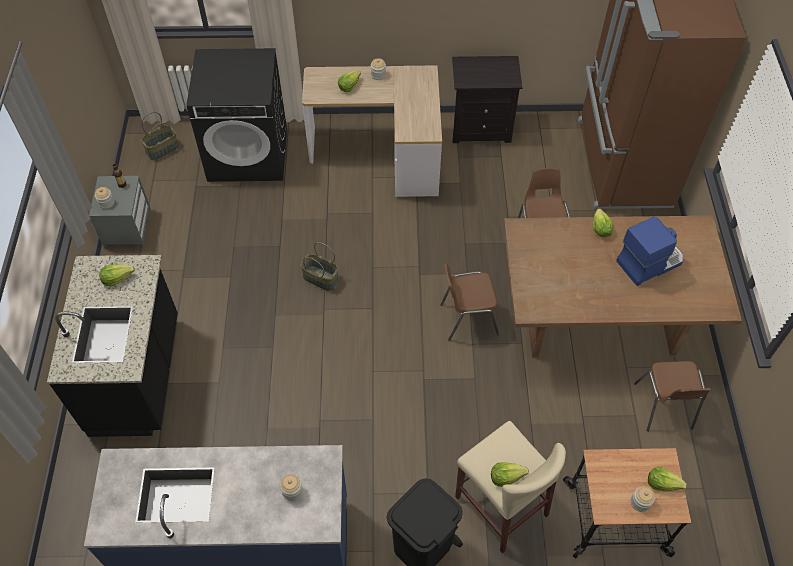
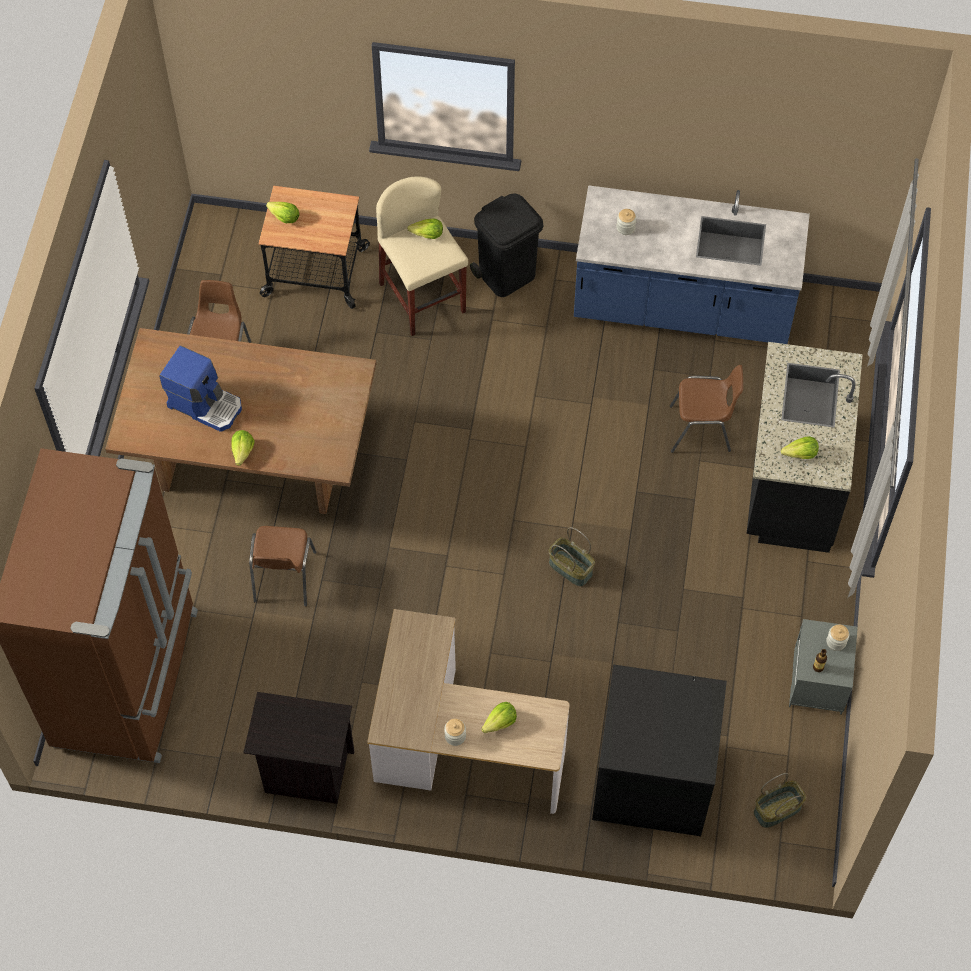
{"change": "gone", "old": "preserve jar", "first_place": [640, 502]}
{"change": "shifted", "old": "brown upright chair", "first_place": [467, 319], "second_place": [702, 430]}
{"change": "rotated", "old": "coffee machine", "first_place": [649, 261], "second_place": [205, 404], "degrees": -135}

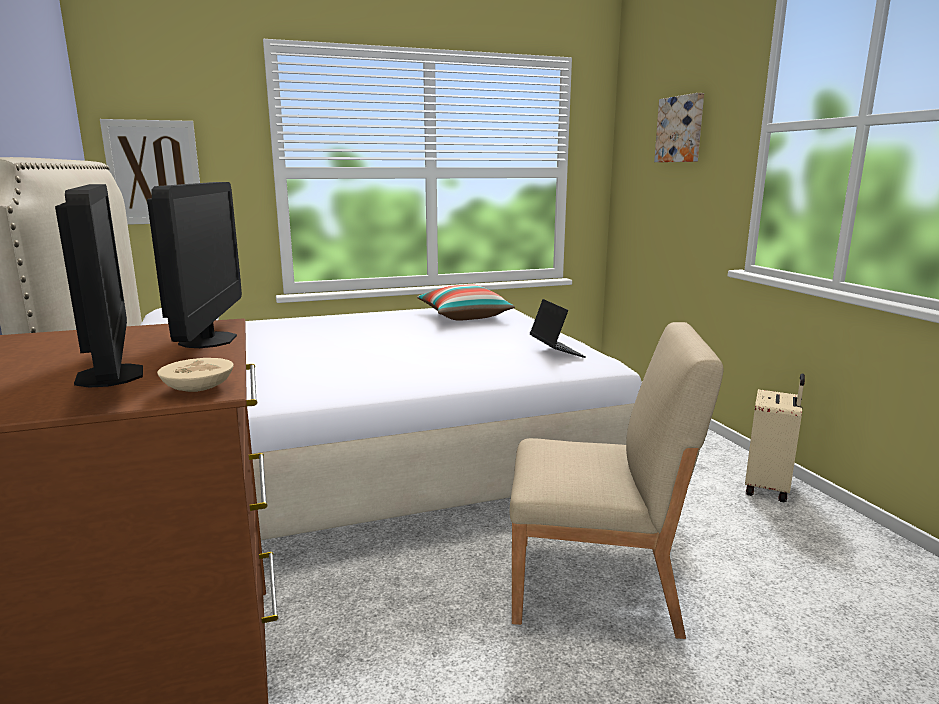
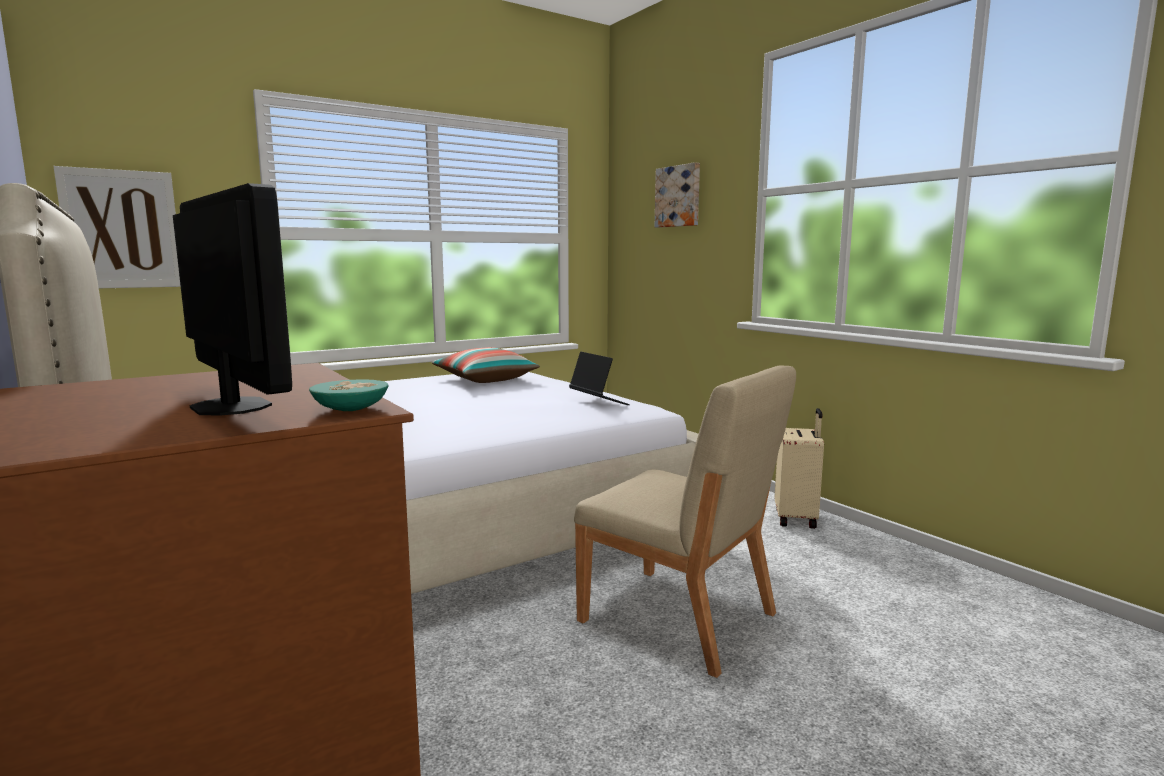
{"change": "gone", "old": "computer display", "first_place": [208, 340]}
{"change": "repainted", "old": "beige deep dish", "new": "blue-green deep dish", "first_place": [201, 388], "second_place": [353, 409]}
{"change": "rotated", "old": "beige upright chair", "first_place": [596, 586], "second_place": [679, 618], "degrees": 45}

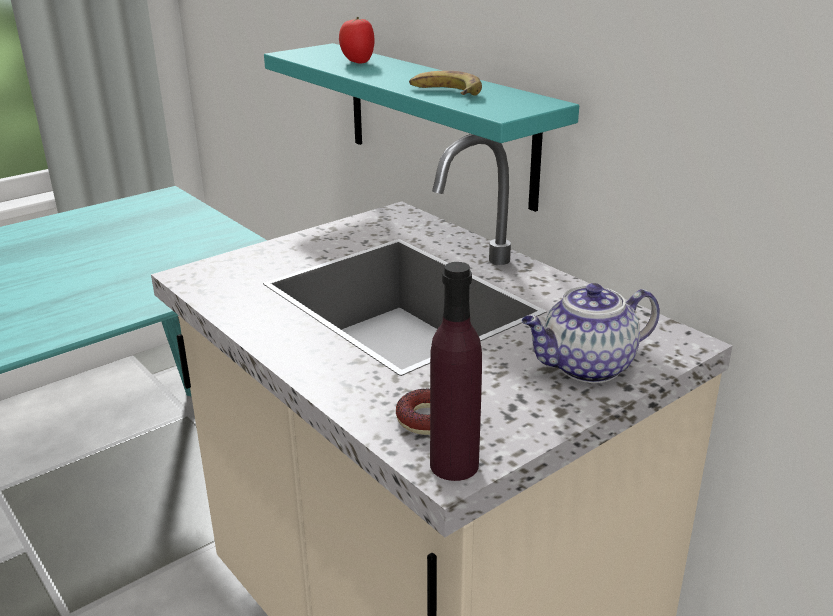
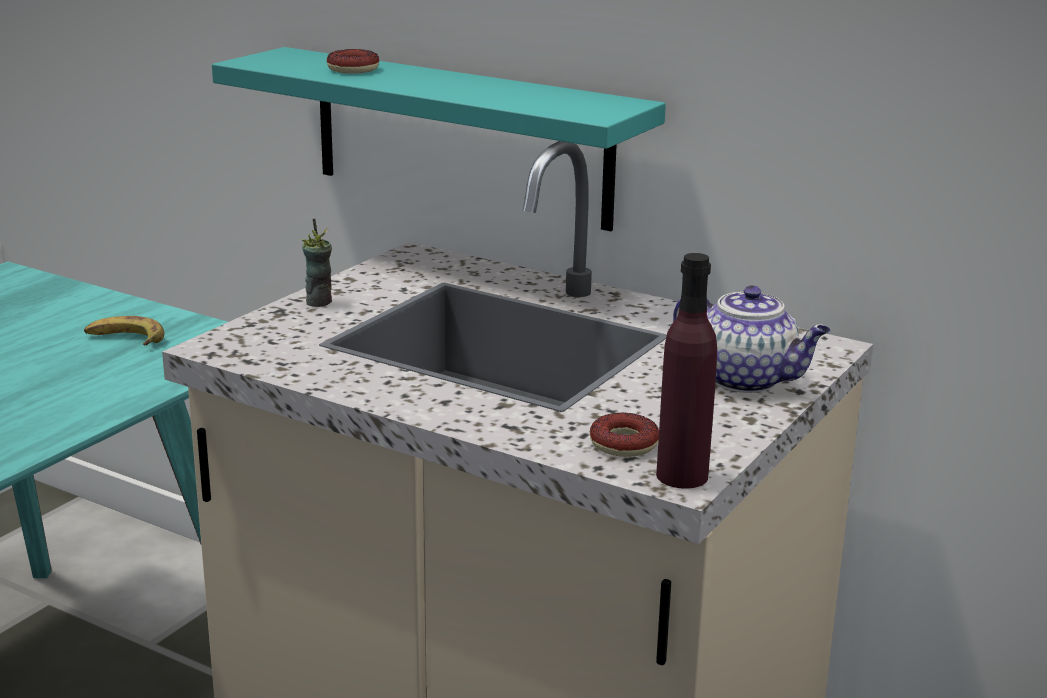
{"change": "new", "new": "cup", "second_place": [319, 302]}
{"change": "shifted", "old": "banana", "first_place": [445, 92], "second_place": [125, 339]}
{"change": "swapped", "old": "whole tomato", "new": "donut", "first_place": [357, 62], "second_place": [353, 69]}
{"change": "rotated", "old": "tea pot", "first_place": [586, 367], "second_place": [747, 380], "degrees": -105}

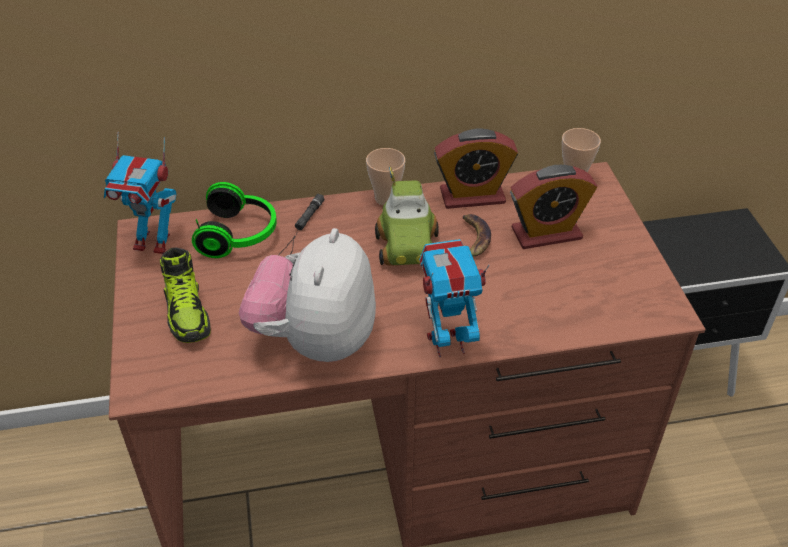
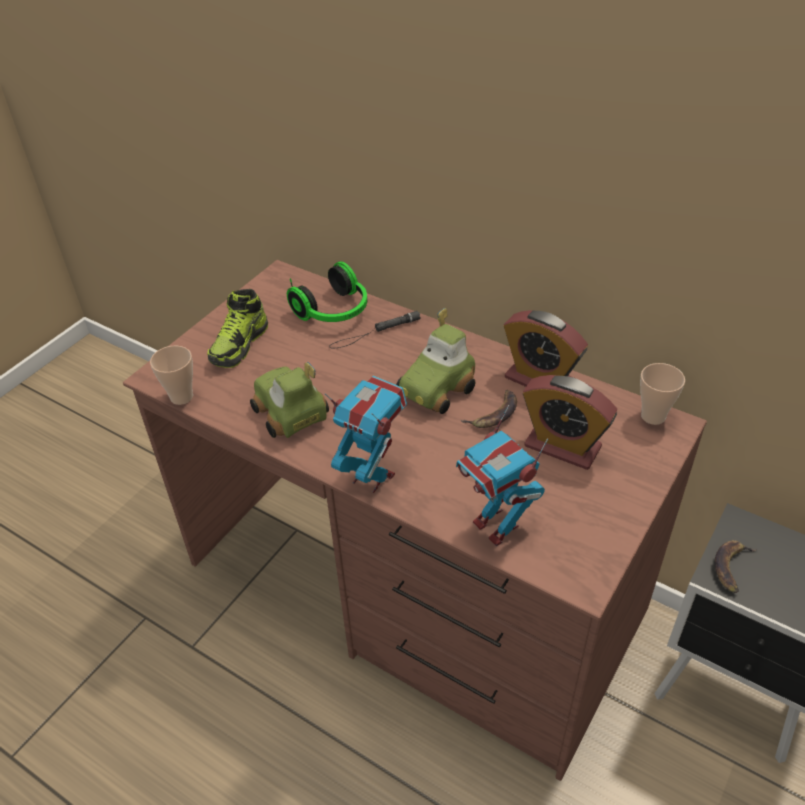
{"change": "new", "new": "banana", "second_place": [732, 568]}
{"change": "shifted", "old": "toy robot", "first_place": [153, 242], "second_place": [496, 526]}
{"change": "shifted", "old": "cup", "first_place": [386, 198], "second_place": [181, 397]}
{"change": "swapped", "old": "plush toy", "new": "toy car", "first_place": [315, 340], "second_place": [289, 414]}

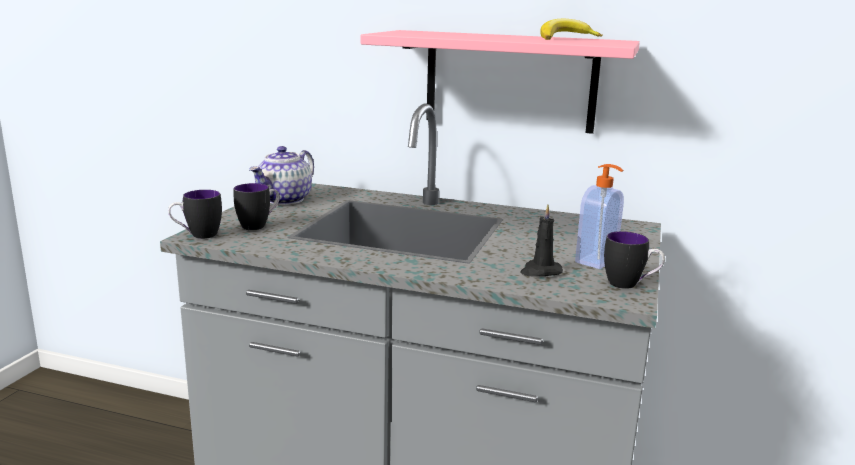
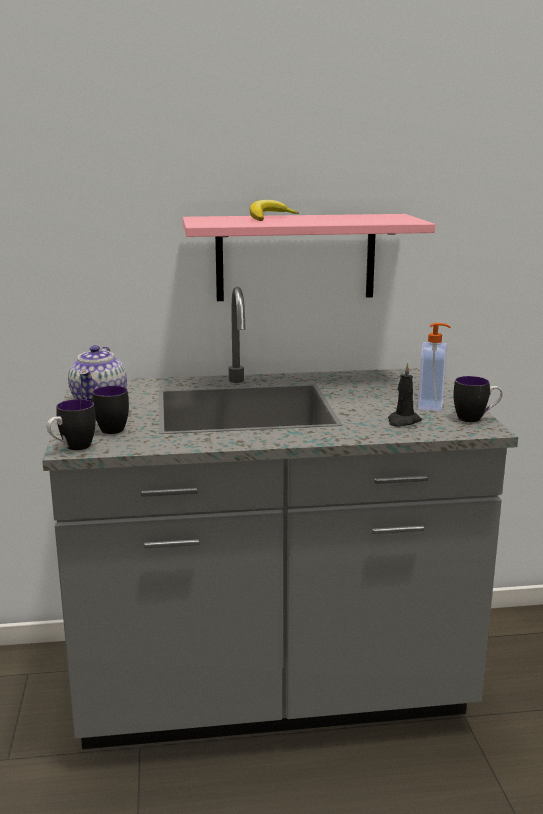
{"change": "shifted", "old": "banana", "first_place": [565, 38], "second_place": [269, 218]}

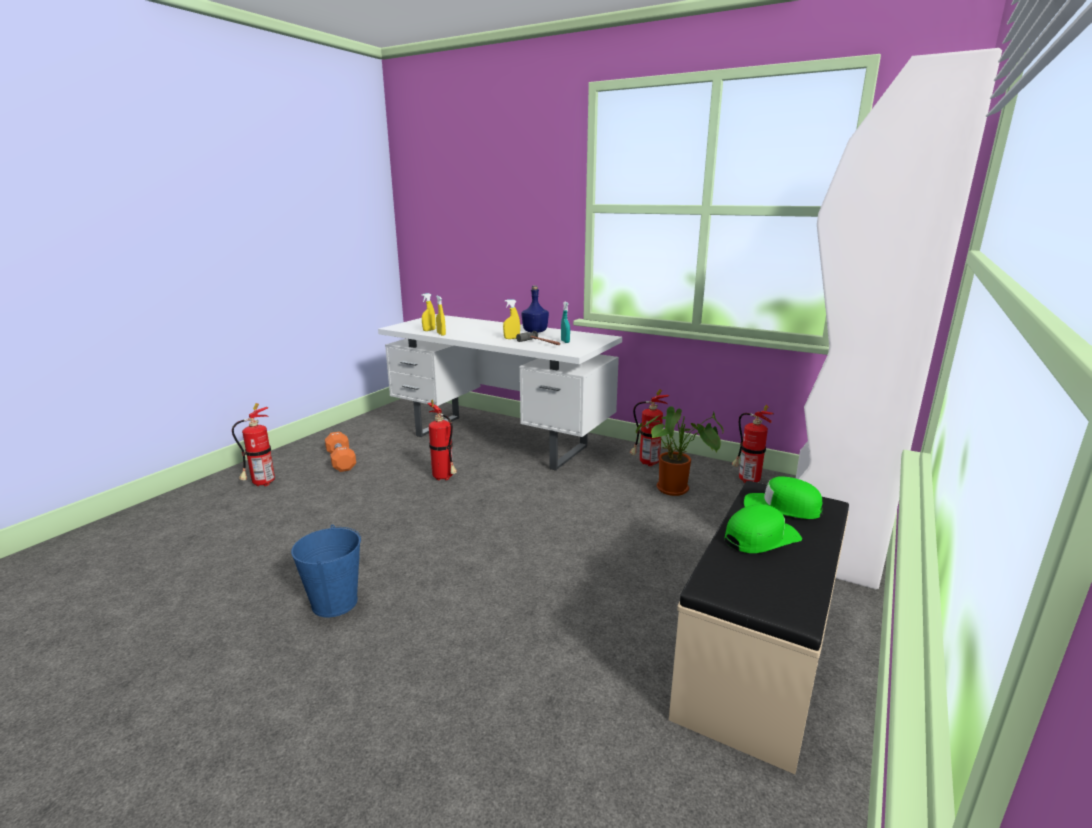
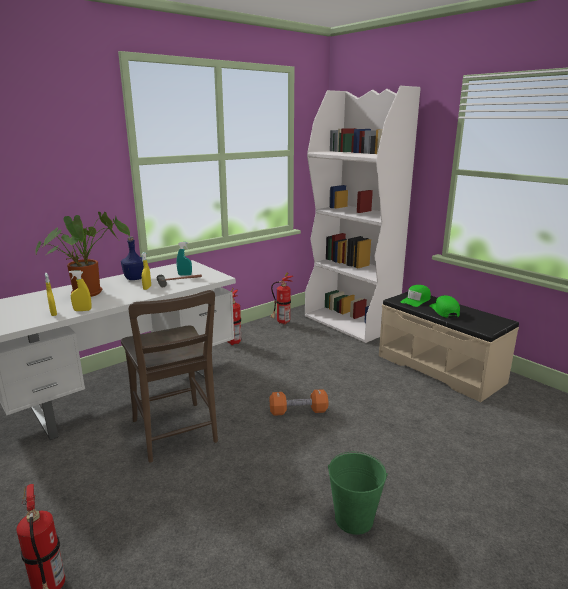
{"change": "shifted", "old": "orange-coloured free weight", "first_place": [341, 461], "second_place": [298, 411]}
{"change": "shifted", "old": "plant in a pot", "first_place": [676, 490], "second_place": [90, 292]}
{"change": "swapped", "old": "fire extinguisher", "new": "brown upright chair", "first_place": [444, 478], "second_place": [175, 434]}
{"change": "repainted", "old": "blue water bucket", "new": "green water bucket", "first_place": [334, 603], "second_place": [354, 519]}

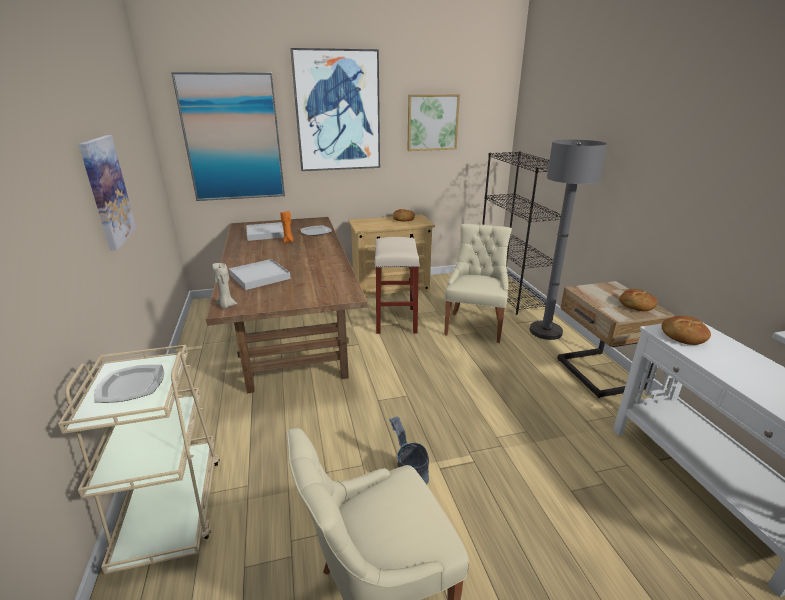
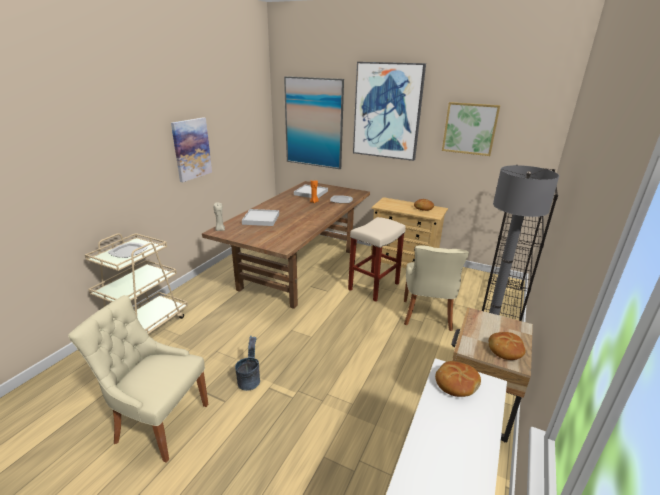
{"change": "rotated", "old": "beige upright chair", "first_place": [474, 326], "second_place": [427, 316], "degrees": 135}

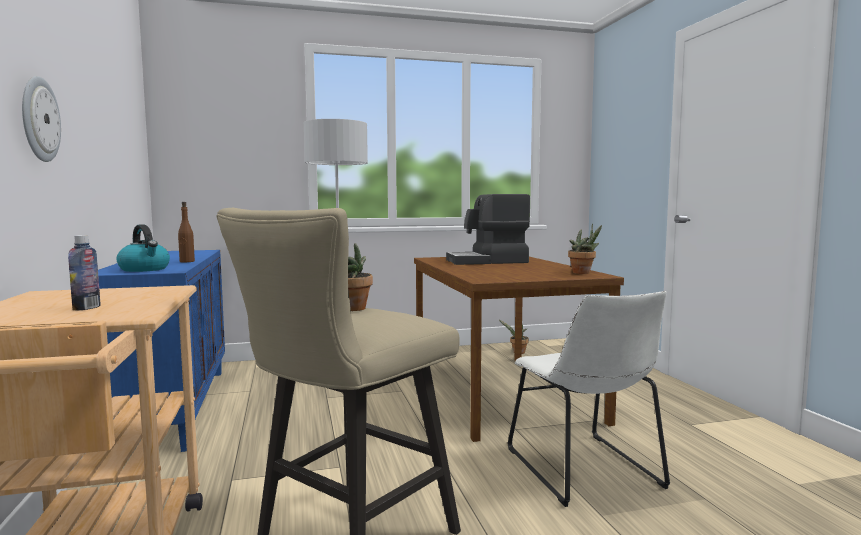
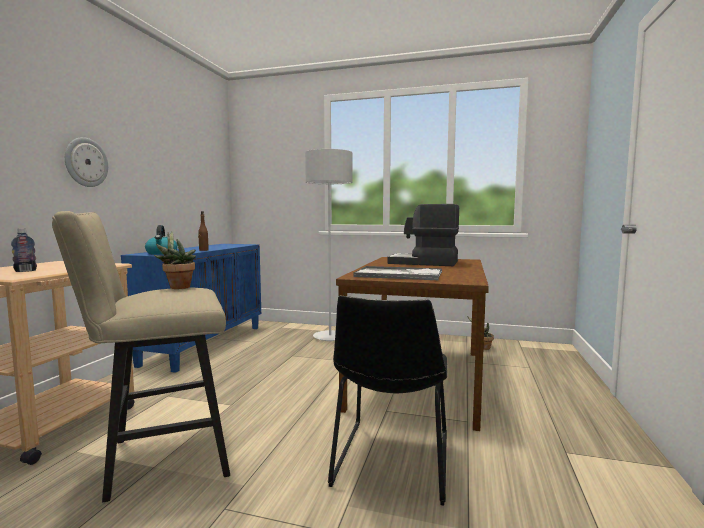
{"change": "gone", "old": "plant in a pot", "first_place": [583, 273]}
{"change": "new", "new": "carrying tray", "second_place": [400, 275]}
{"change": "repainted", "old": "whitish upright chair", "new": "blackish upright chair", "first_place": [586, 471], "second_place": [391, 463]}

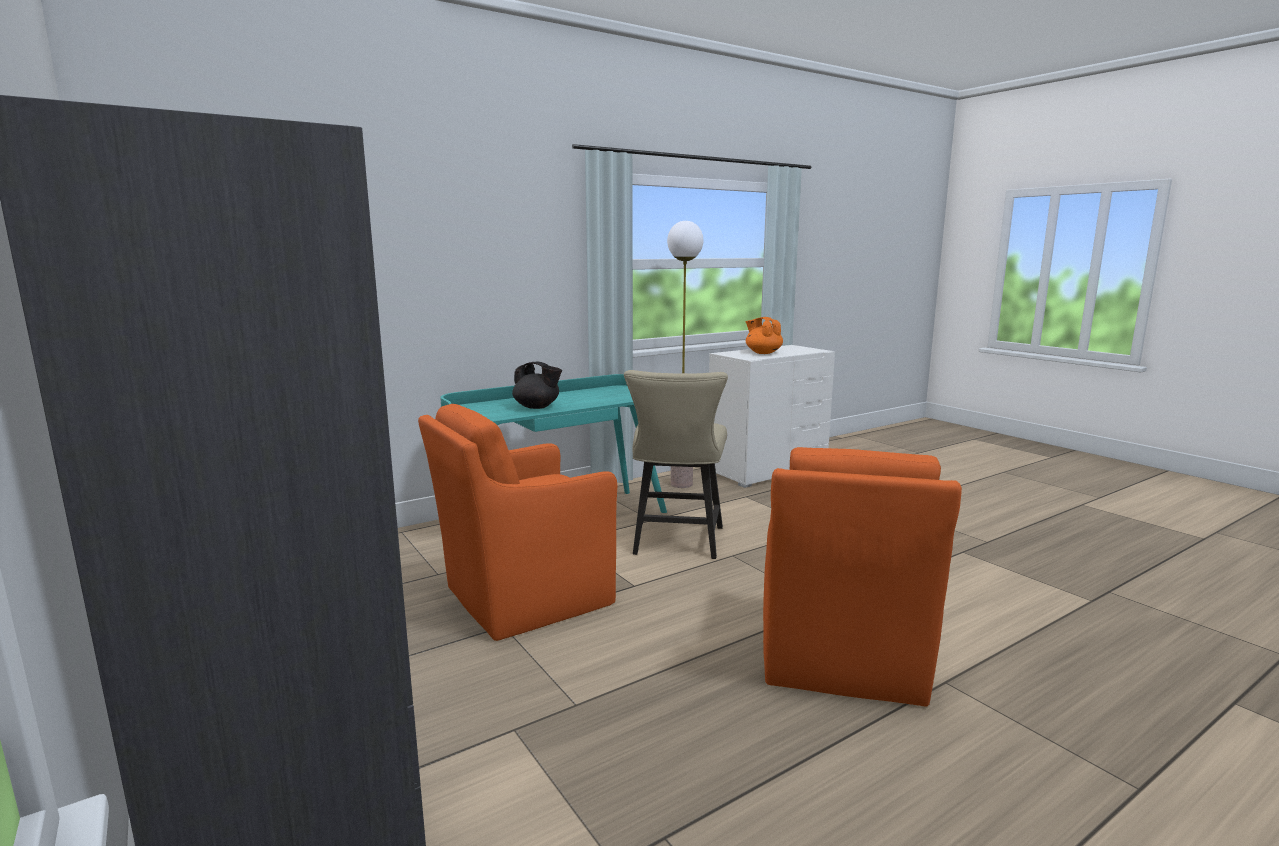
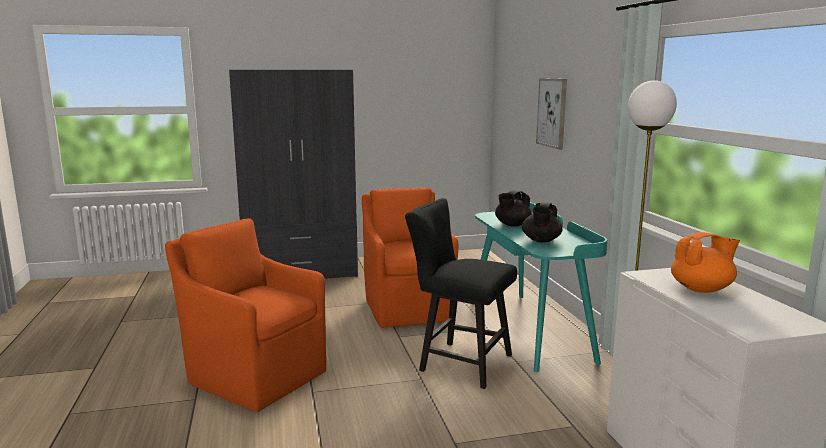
{"change": "new", "new": "blackish tea pot", "second_place": [541, 240]}
{"change": "new", "new": "picture", "second_place": [552, 113]}
{"change": "repainted", "old": "beige upright chair", "new": "blackish upright chair", "first_place": [676, 543], "second_place": [459, 362]}

